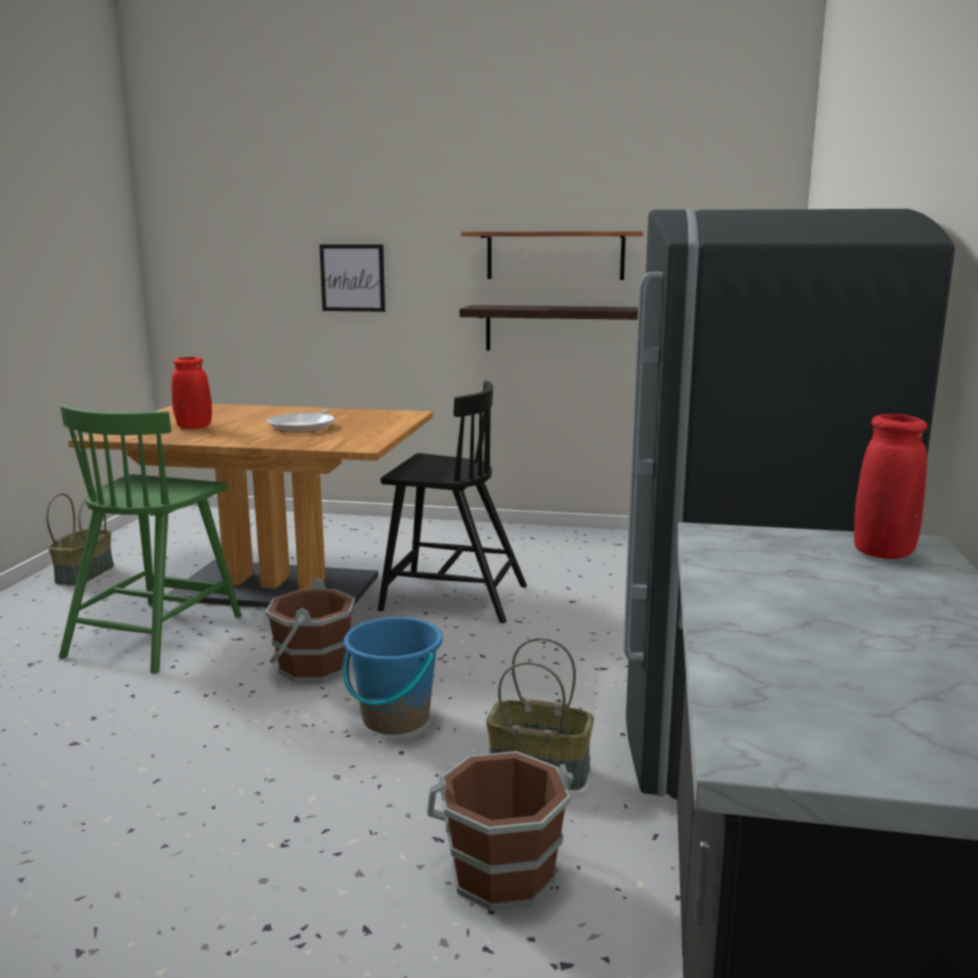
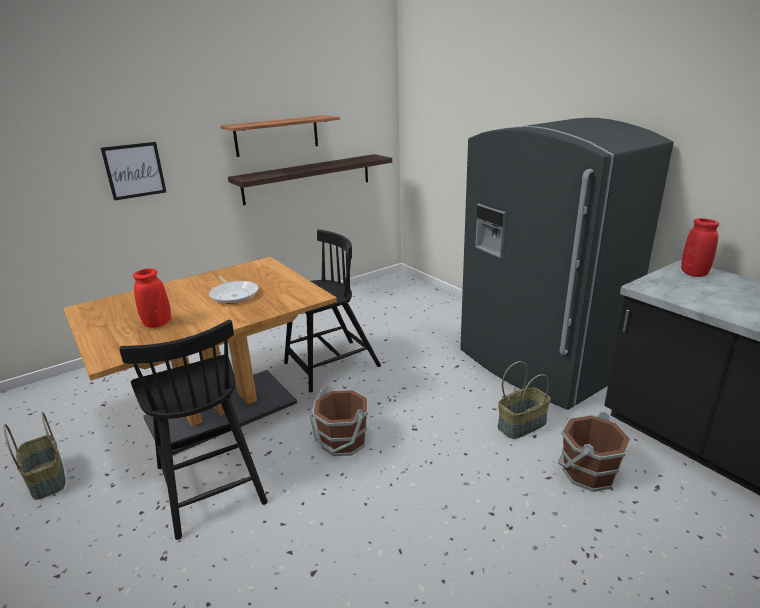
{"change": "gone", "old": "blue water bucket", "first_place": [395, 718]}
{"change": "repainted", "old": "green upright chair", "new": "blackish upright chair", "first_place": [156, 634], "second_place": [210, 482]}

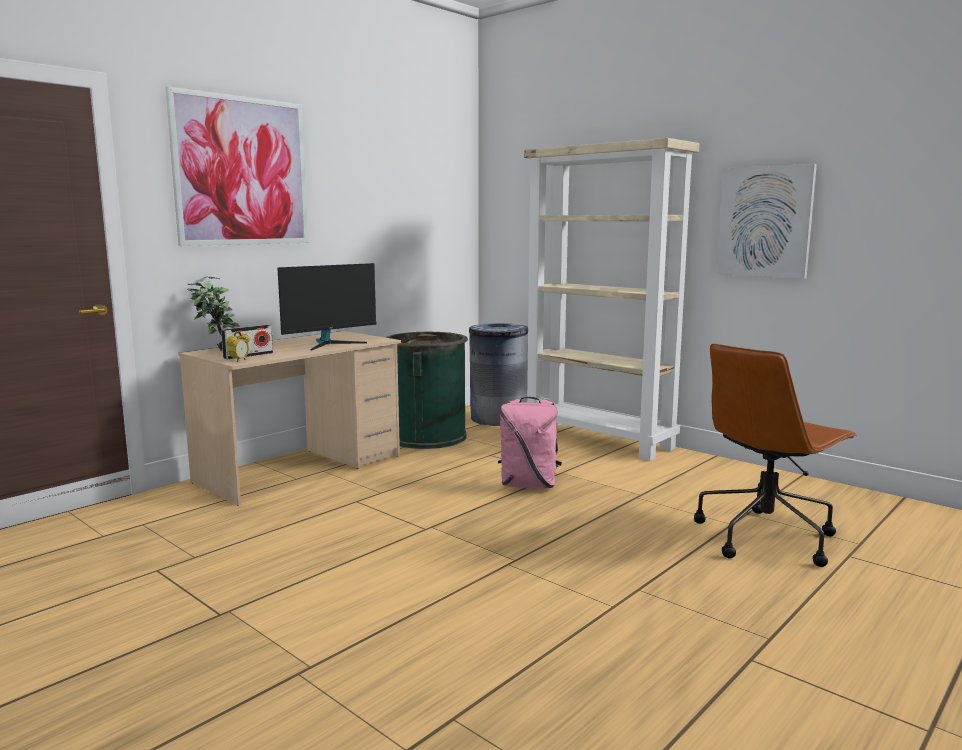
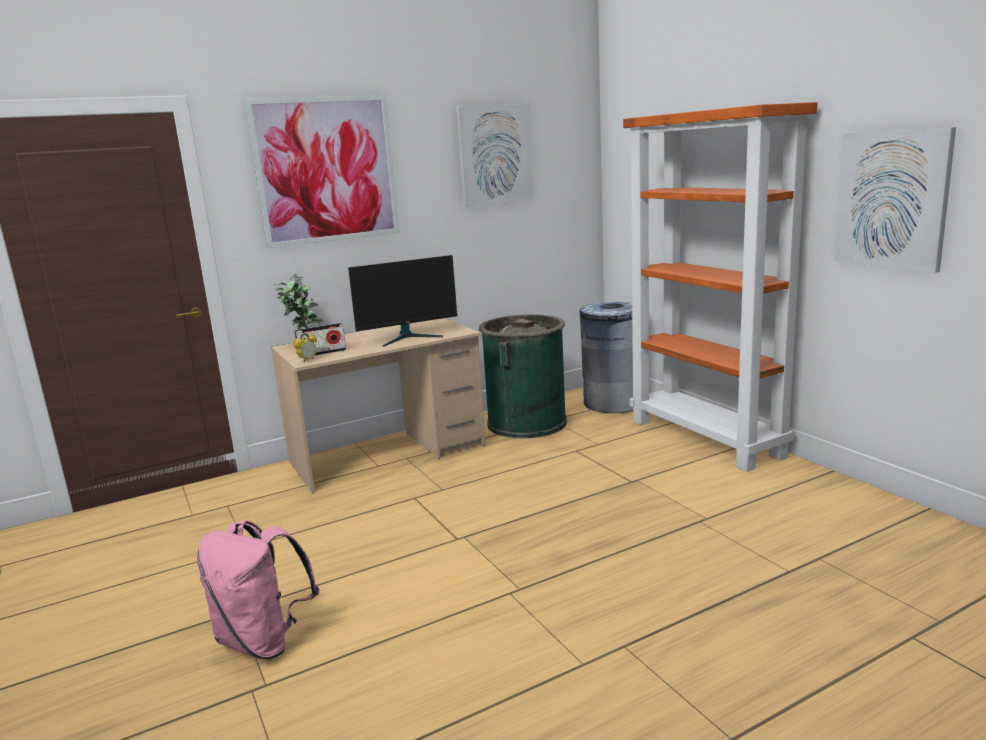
{"change": "gone", "old": "brown desk chair", "first_place": [765, 536]}
{"change": "new", "new": "picture", "second_place": [494, 155]}
{"change": "shifted", "old": "pinkish rucksack", "first_place": [529, 485], "second_place": [264, 641]}
{"change": "repainted", "old": "beige bookcase", "new": "orange-coloured bookcase", "first_place": [599, 439], "second_place": [706, 438]}

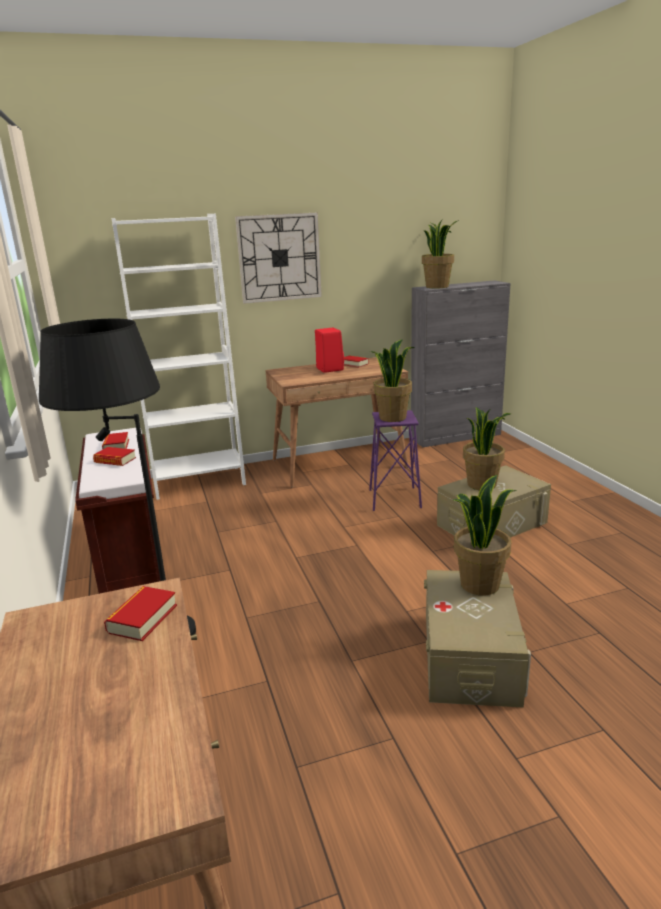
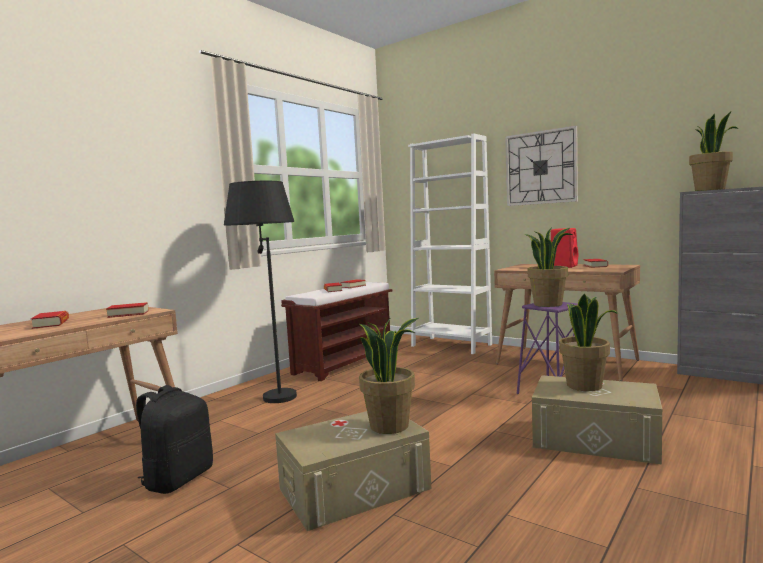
{"change": "new", "new": "bound book", "second_place": [51, 324]}
{"change": "new", "new": "blackish rucksack", "second_place": [178, 479]}

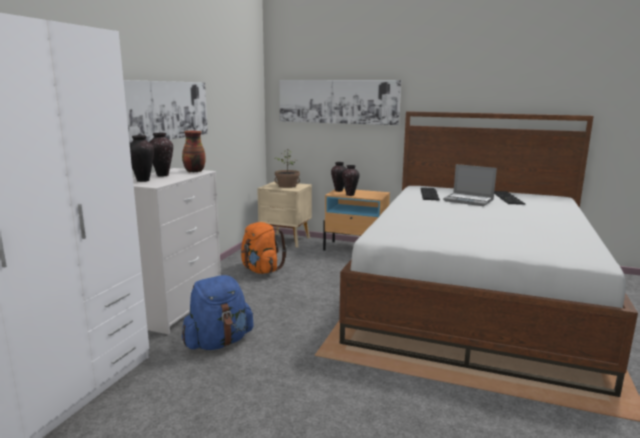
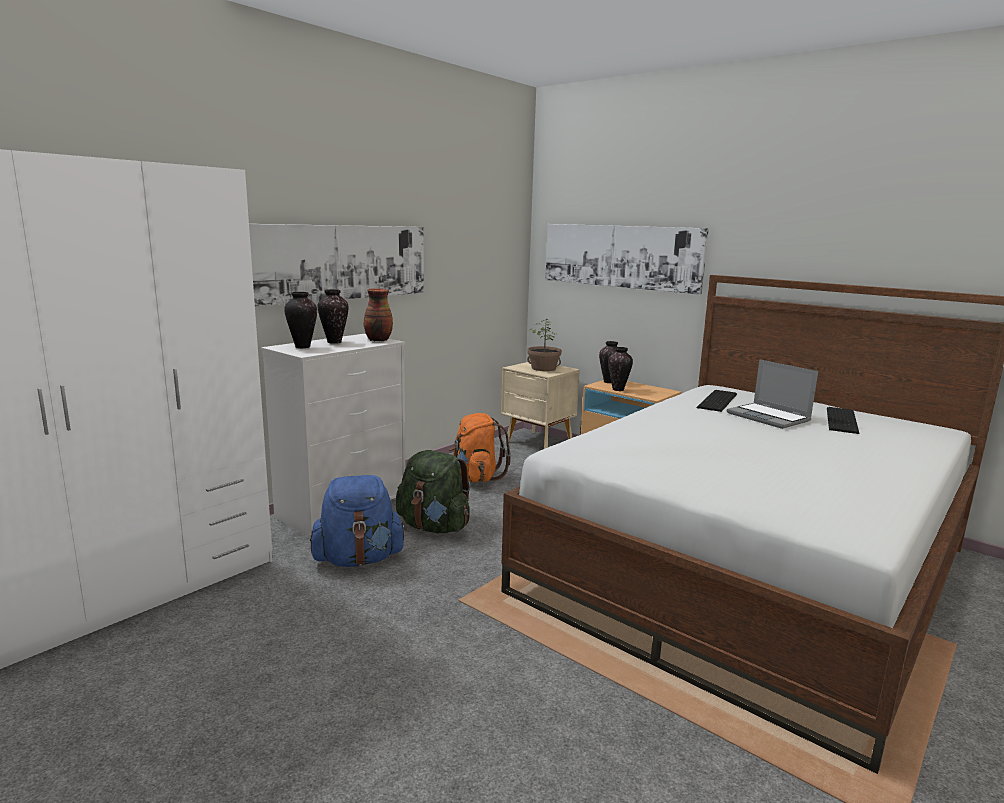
{"change": "new", "new": "green rucksack", "second_place": [434, 527]}

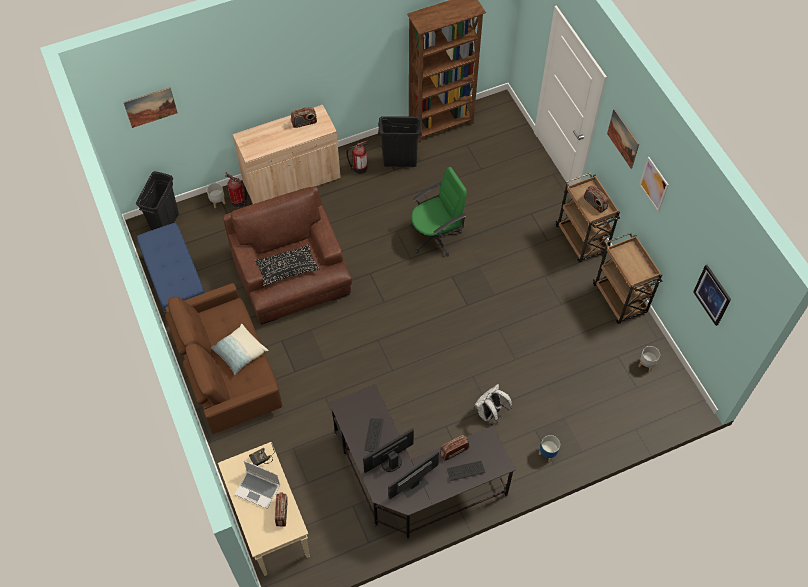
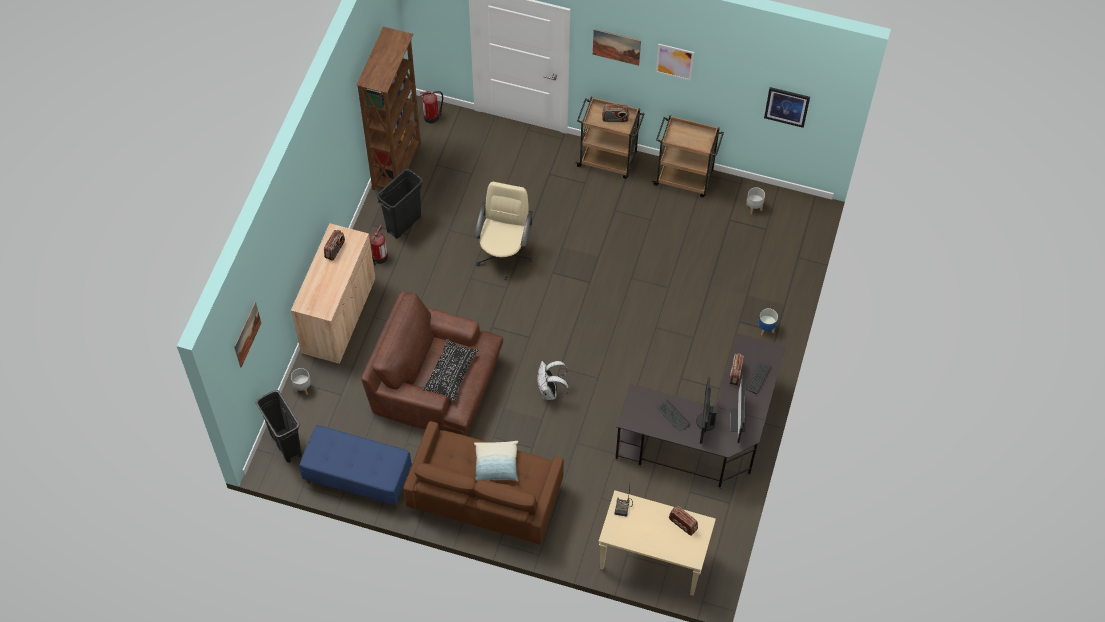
{"change": "gone", "old": "notebook computer", "first_place": [258, 489]}
{"change": "shifted", "old": "fire extinguisher", "first_place": [239, 201], "second_place": [432, 117]}
{"change": "shifted", "old": "whitish rucksack", "first_place": [490, 413], "second_place": [550, 391]}
{"change": "repainted", "old": "green desk chair", "new": "beige desk chair", "first_place": [436, 236], "second_place": [504, 254]}

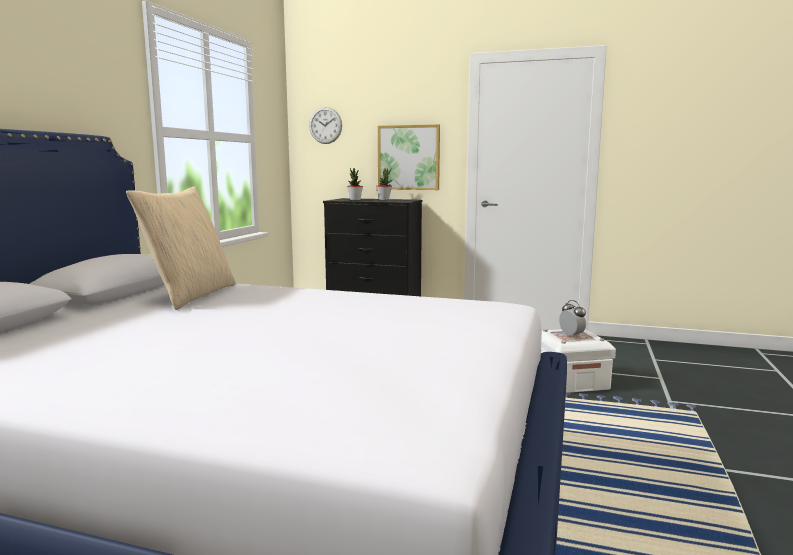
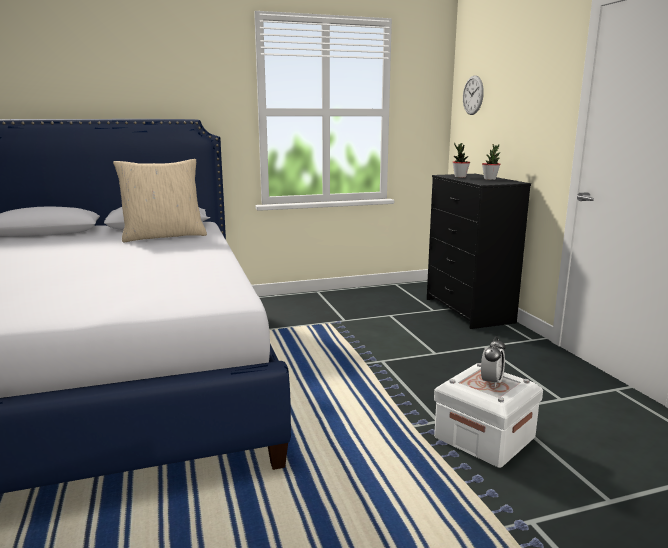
{"change": "gone", "old": "picture", "first_place": [409, 157]}

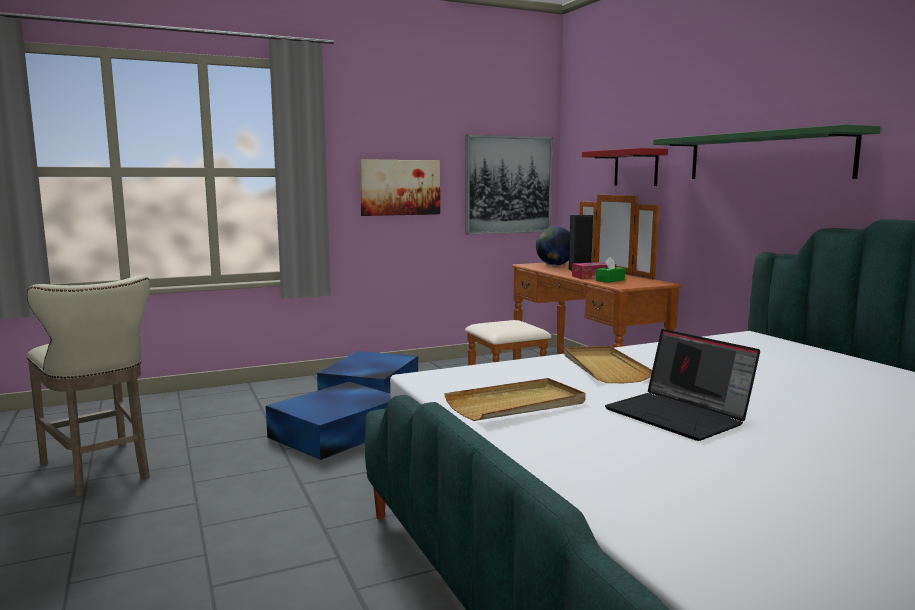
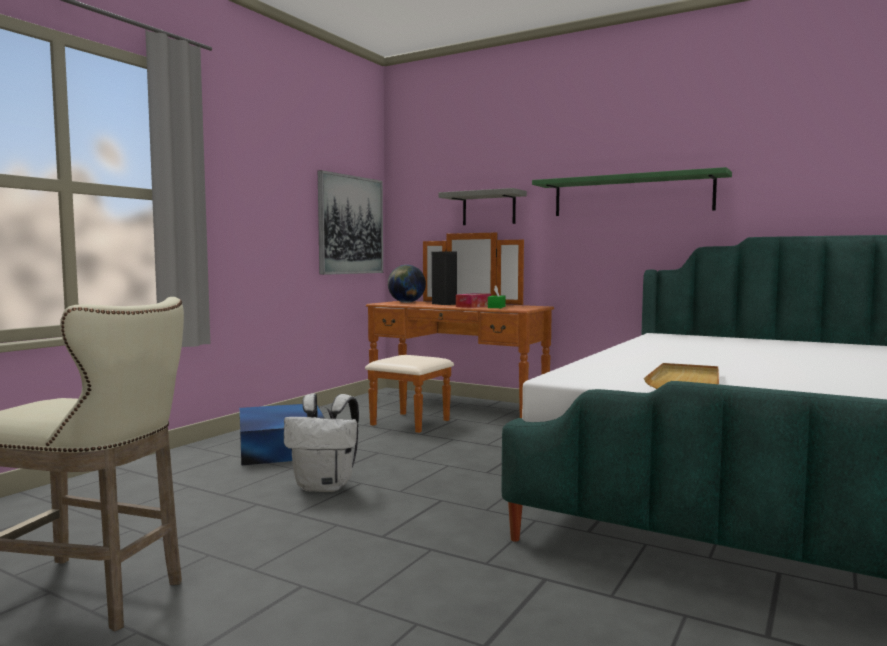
{"change": "gone", "old": "picture", "first_place": [400, 187]}
{"change": "gone", "old": "beige carrying tray", "first_place": [603, 367]}
{"change": "gone", "old": "notebook computer", "first_place": [680, 416]}
{"change": "swapped", "old": "blue storage bin", "new": "whitish rucksack", "first_place": [338, 432], "second_place": [325, 486]}
{"change": "repainted", "old": "red wall shelf", "new": "greyish wall shelf", "first_place": [636, 168], "second_place": [489, 208]}

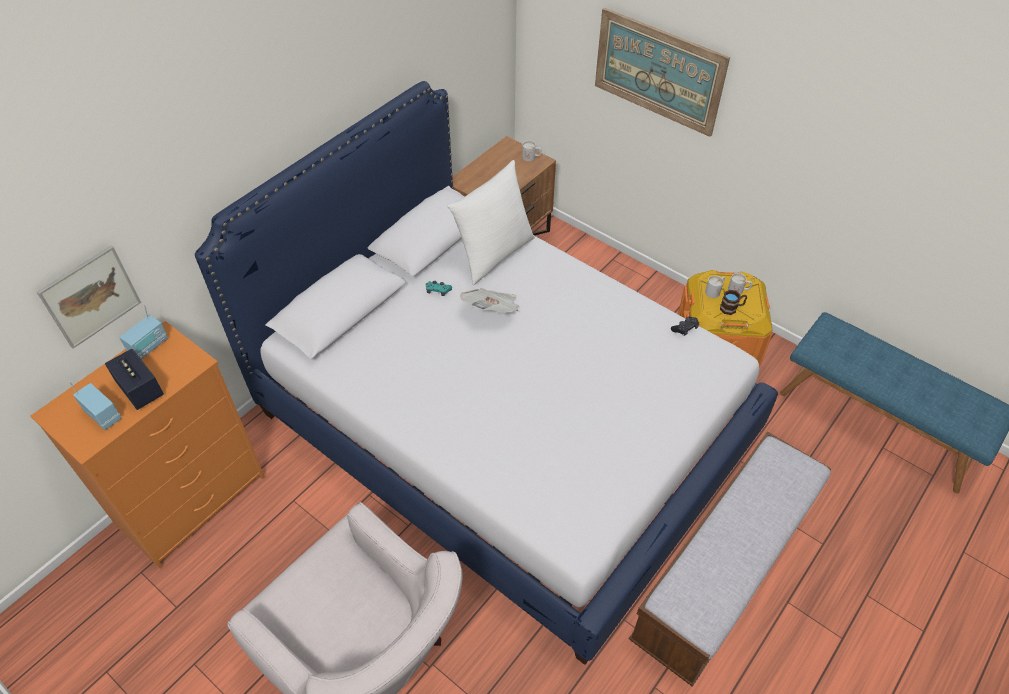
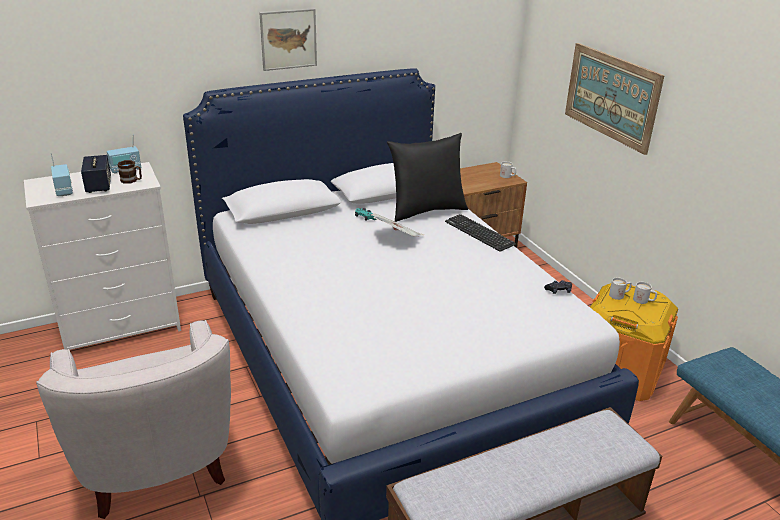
{"change": "new", "new": "PC keyboard", "second_place": [479, 233]}
{"change": "shifted", "old": "picture", "first_place": [90, 296], "second_place": [288, 39]}
{"change": "shifted", "old": "brown mug", "first_place": [731, 308], "second_place": [132, 180]}
{"change": "repainted", "old": "orange-coloured drawer chest", "new": "whitish drawer chest", "first_place": [193, 499], "second_place": [122, 327]}
{"change": "repainted", "old": "whitish pillow", "new": "blackish pillow", "first_place": [493, 254], "second_place": [426, 210]}

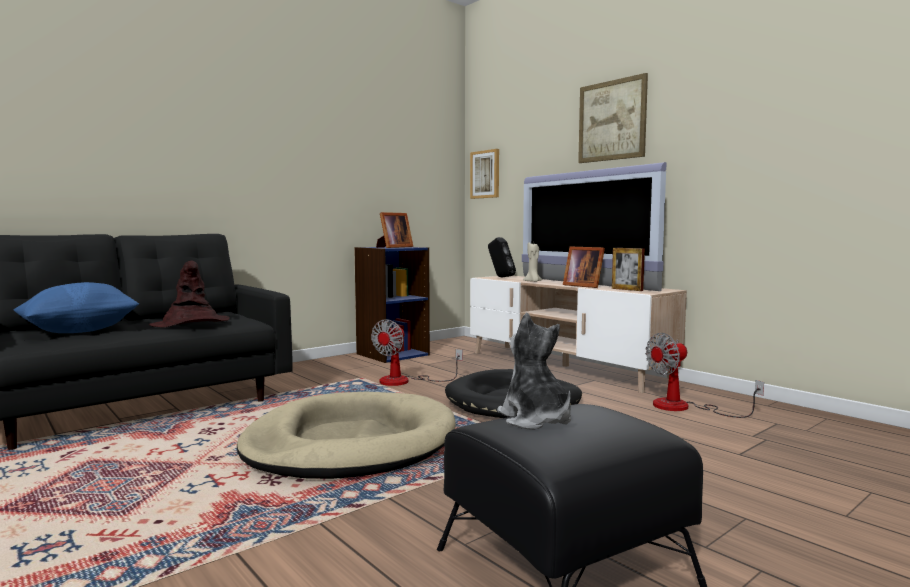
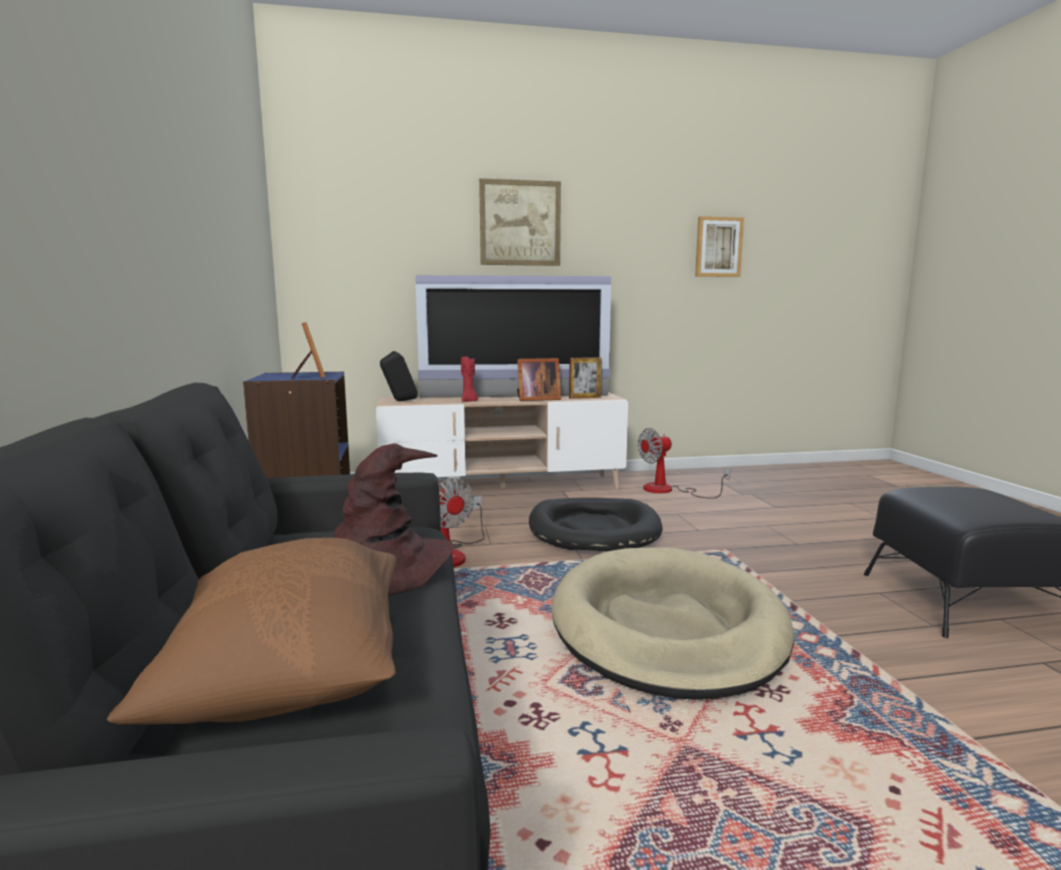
{"change": "gone", "old": "plush toy", "first_place": [535, 420]}
{"change": "shifted", "old": "picture", "first_place": [485, 174], "second_place": [718, 247]}
{"change": "repainted", "old": "blue pillow", "new": "brown pillow", "first_place": [80, 331], "second_place": [289, 679]}
{"change": "repainted", "old": "beige wax light", "new": "red wax light", "first_place": [533, 281], "second_place": [469, 401]}
{"change": "rotated", "old": "electric fan", "first_place": [684, 407], "second_place": [668, 490], "degrees": 60}

